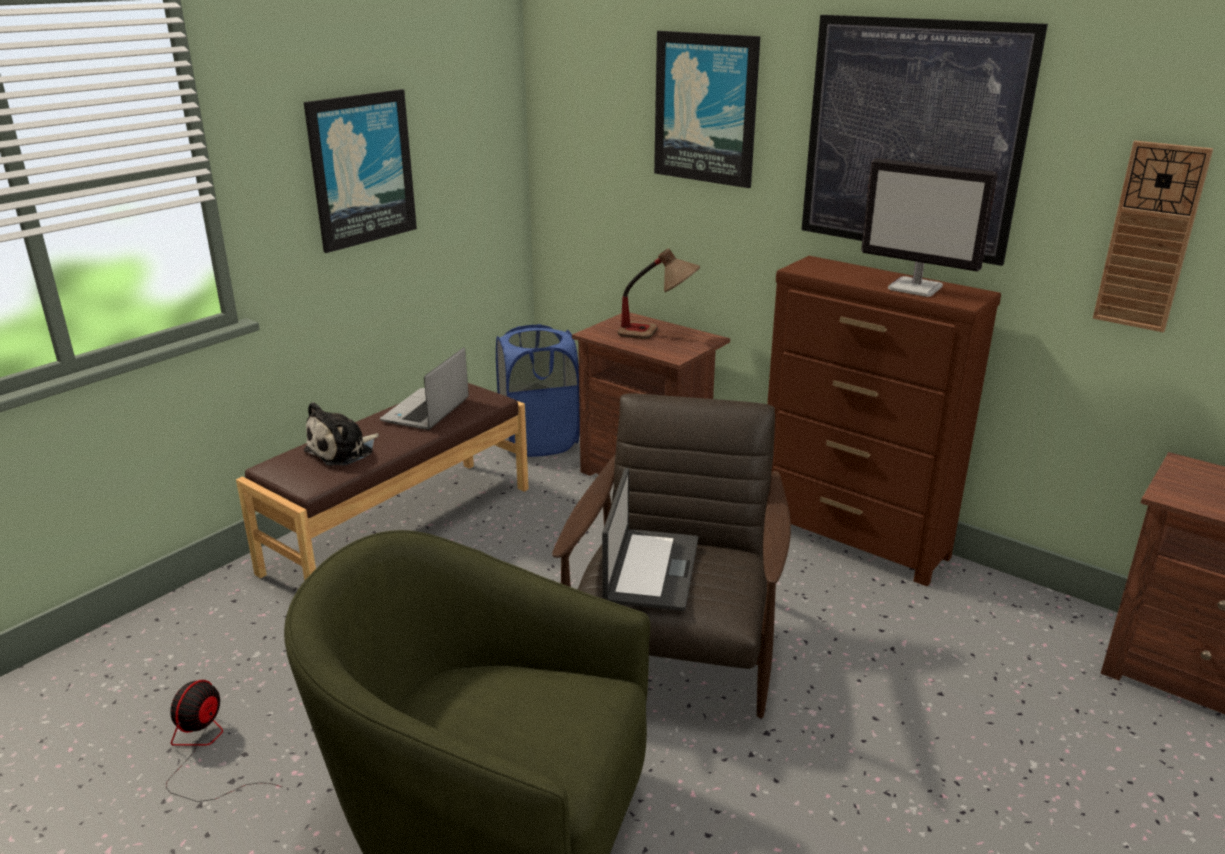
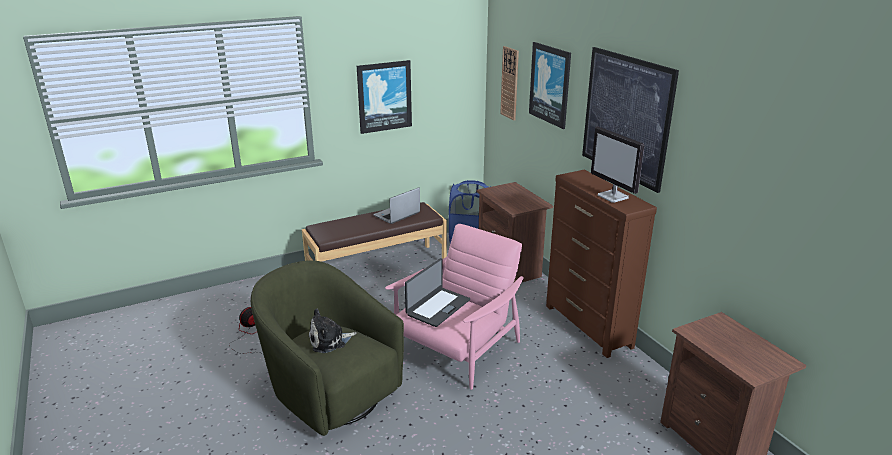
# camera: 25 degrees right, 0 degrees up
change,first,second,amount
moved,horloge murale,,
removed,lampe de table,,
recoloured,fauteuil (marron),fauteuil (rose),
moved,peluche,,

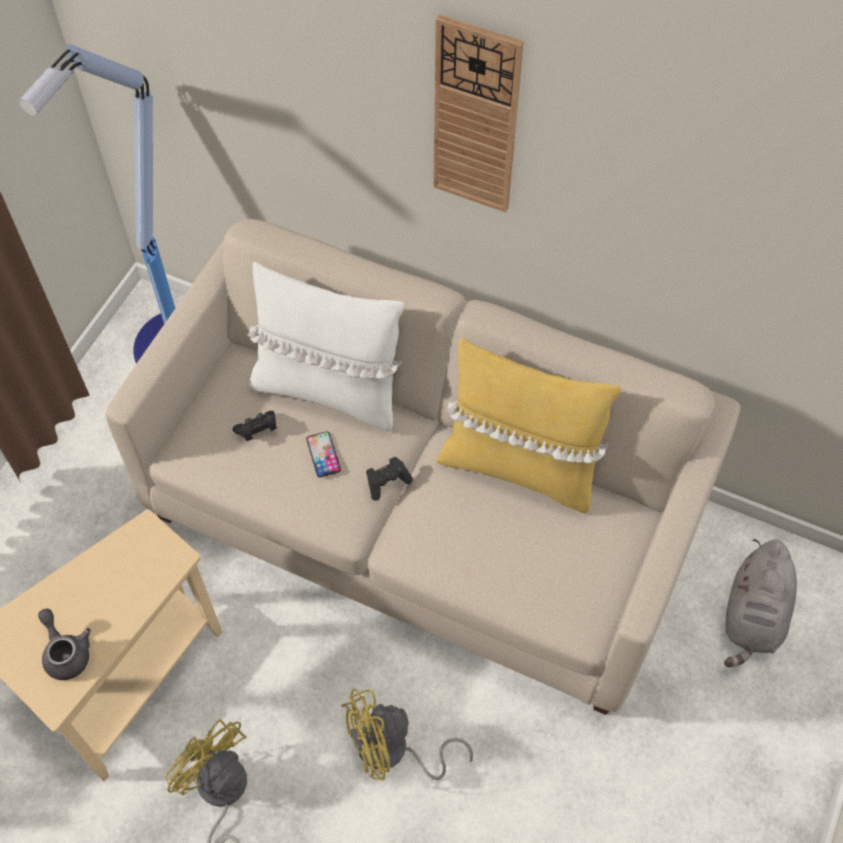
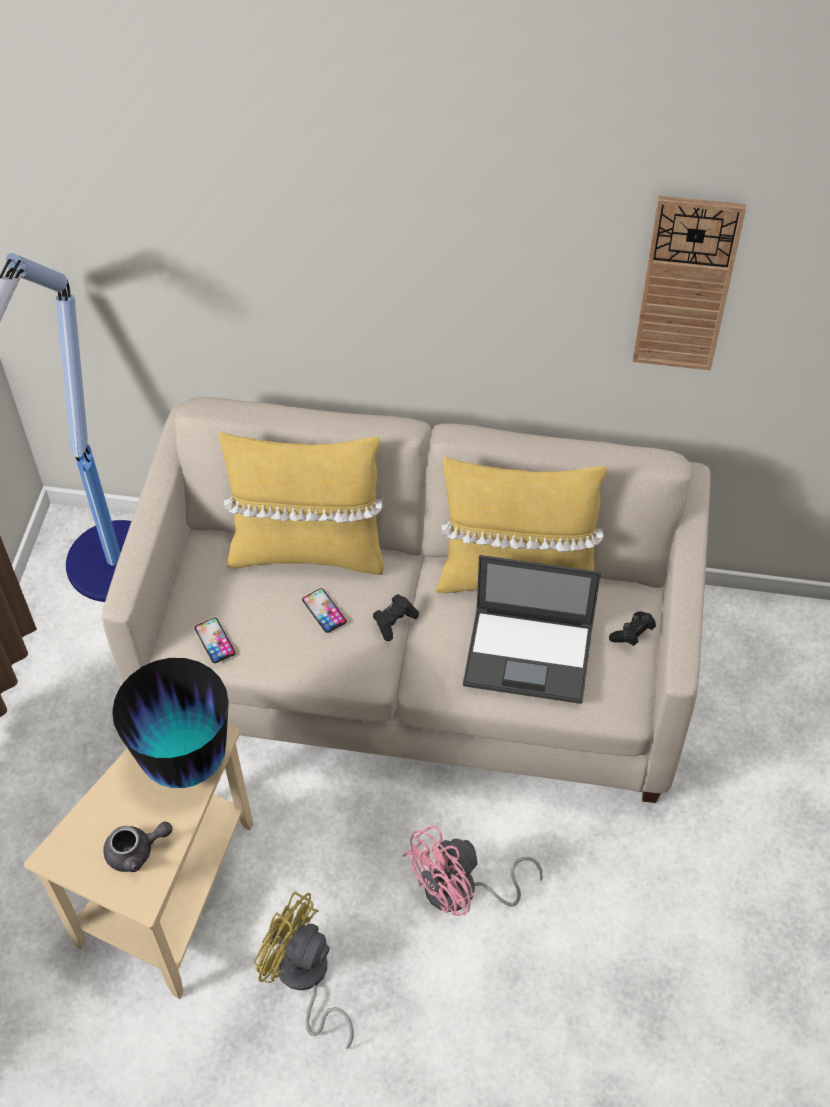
# camera: 15 degrees left, 5 degrees down
change,first,second,amount
moved,horloge murale,,
recoloured,coussin (blanc),coussin (jaune) (1st from left),
moved,manette (noir) (1st from left in the first image),manette (noir) (2nd from left),
removed,peluche (gris),,
turned,théière (gris),,120 degrees clockwise
recoloured,ventilateur (jaune) (2nd from left),ventilateur (rose),
added,,ordinateur portable,
added,,téléphone (1st from left),
added,,vase,

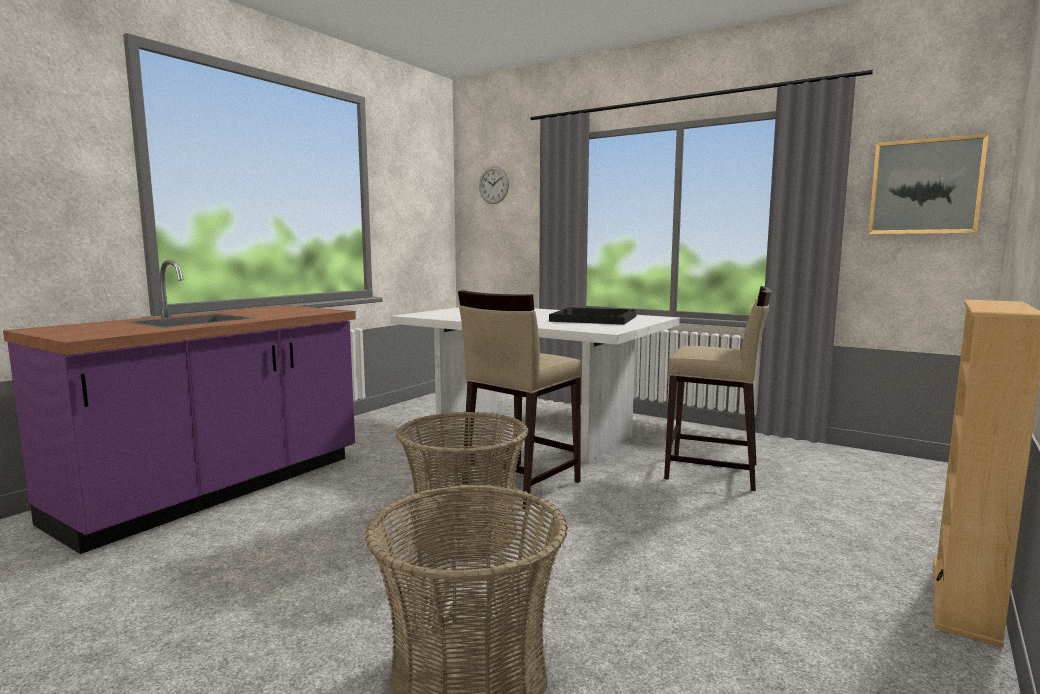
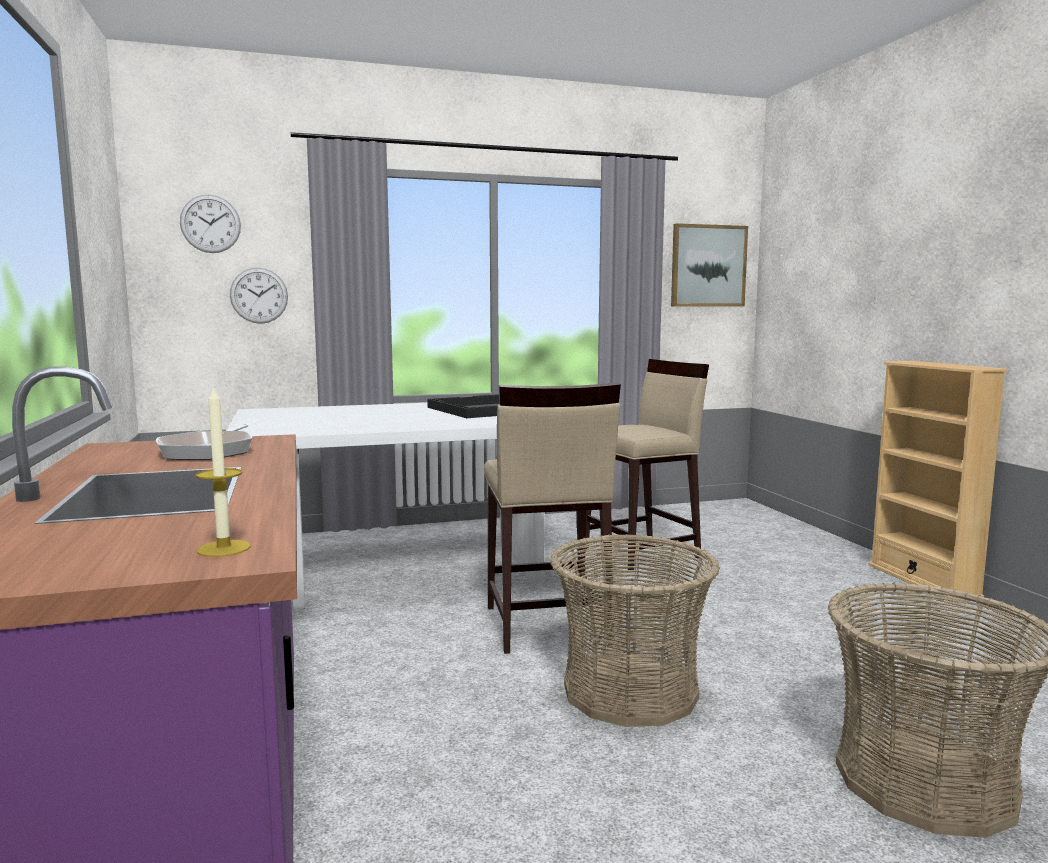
# camera: 50 degrees left, 0 degrees up
change,first,second,amount
added,,horloge murale (2nd from left),
added,,bougie,
added,,poêle,

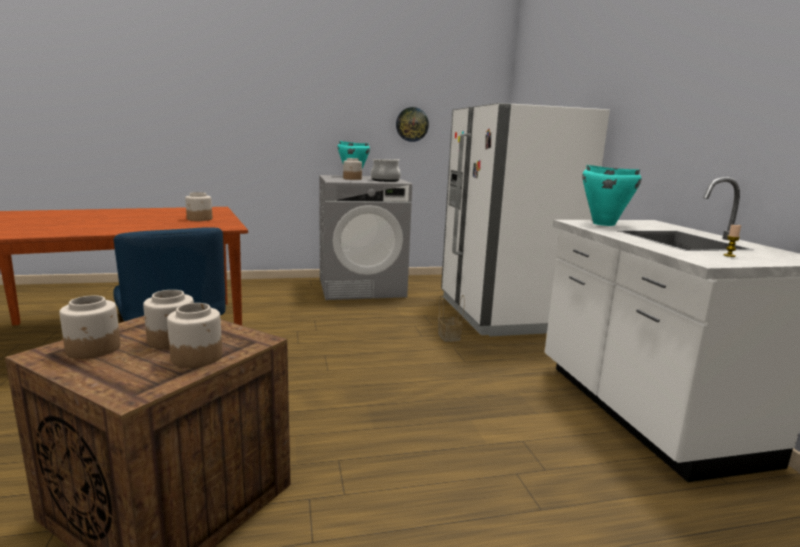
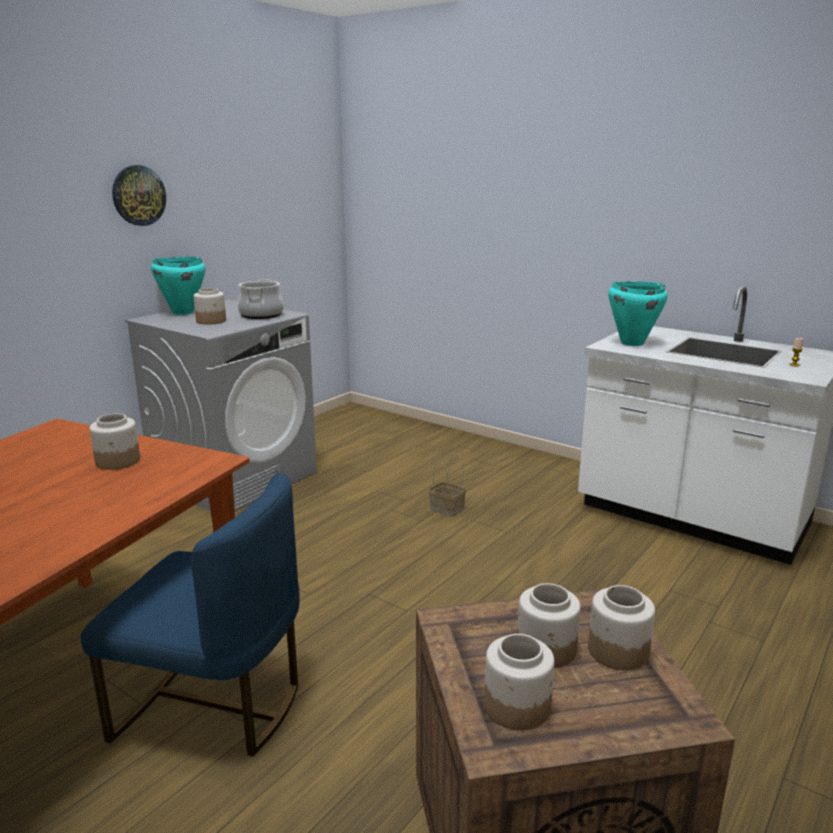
# camera: 40 degrees left, 5 degrees up
change,first,second,amount
removed,réfrigérateur (blanc),,
moved,horloge murale,,

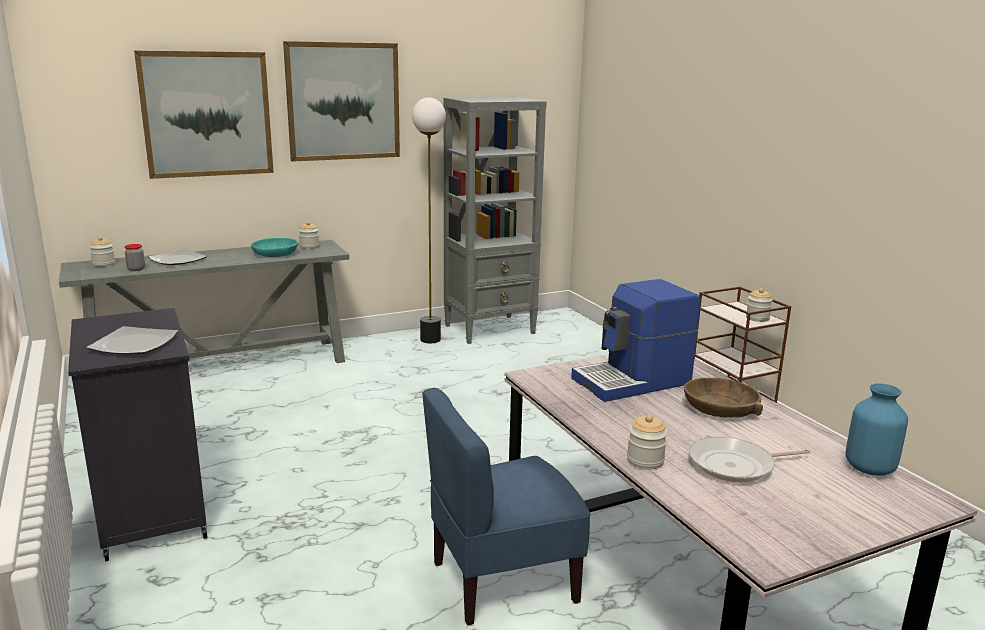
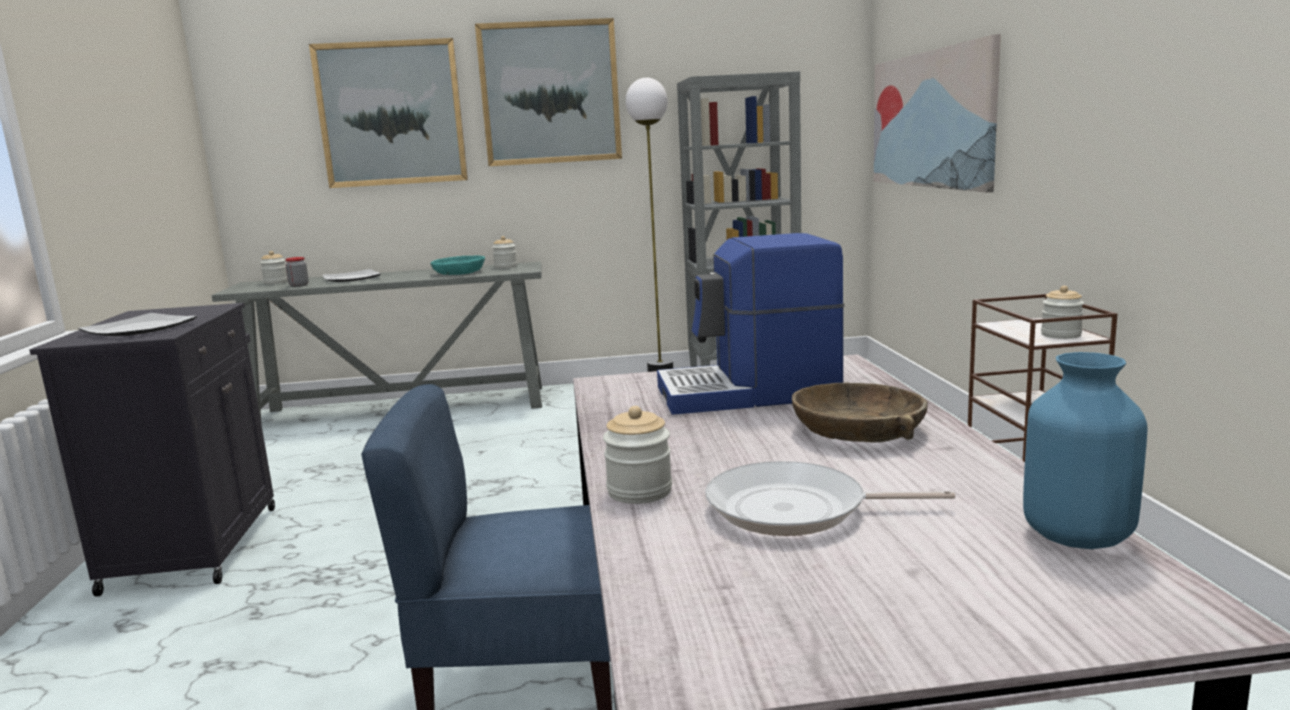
# camera: 20 degrees right, 5 degrees down
change,first,second,amount
added,,tableau (3rd from left),

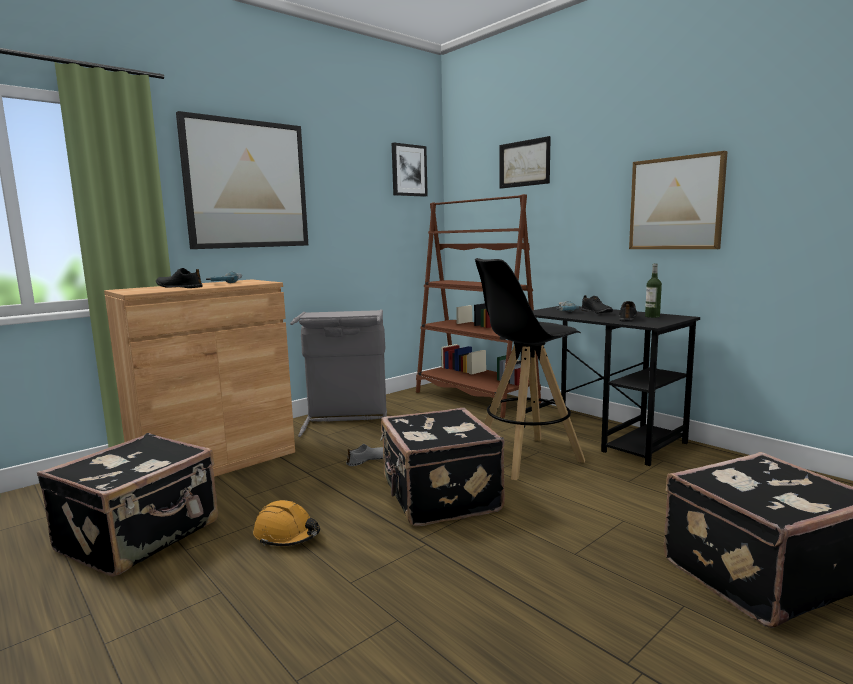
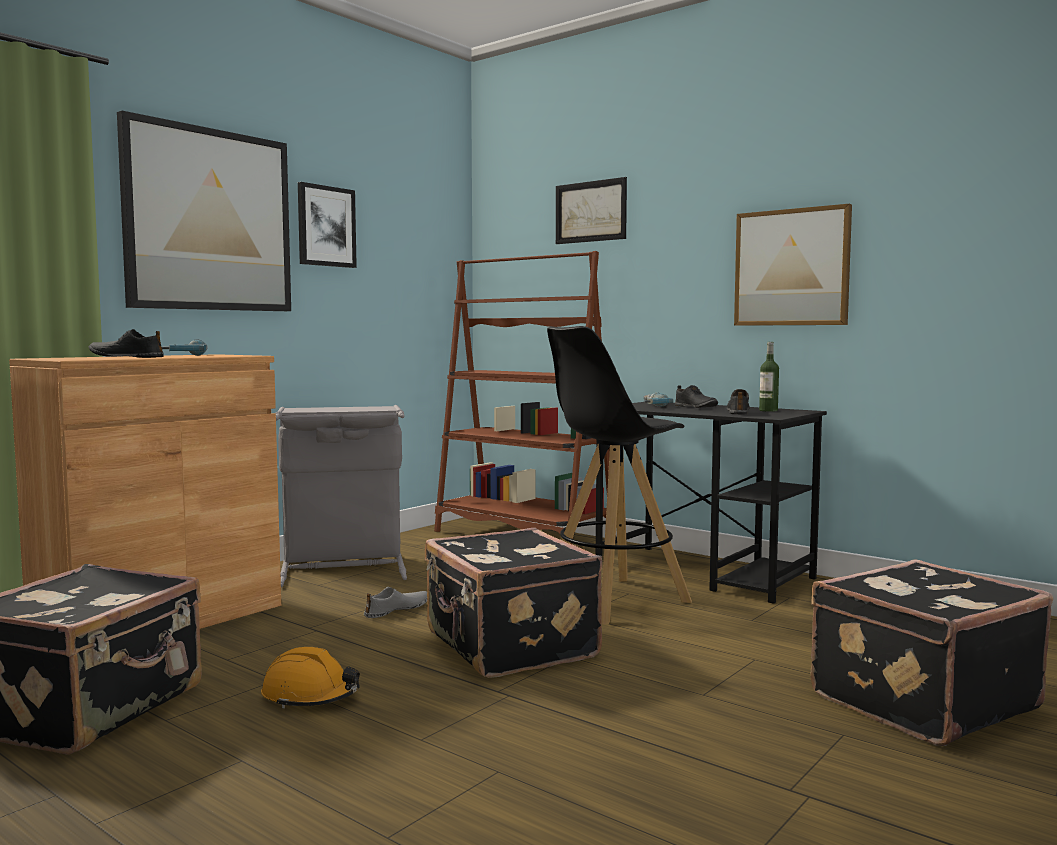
# camera: 10 degrees left, 5 degrees down
change,first,second,amount
moved,tableau (2nd from left),,

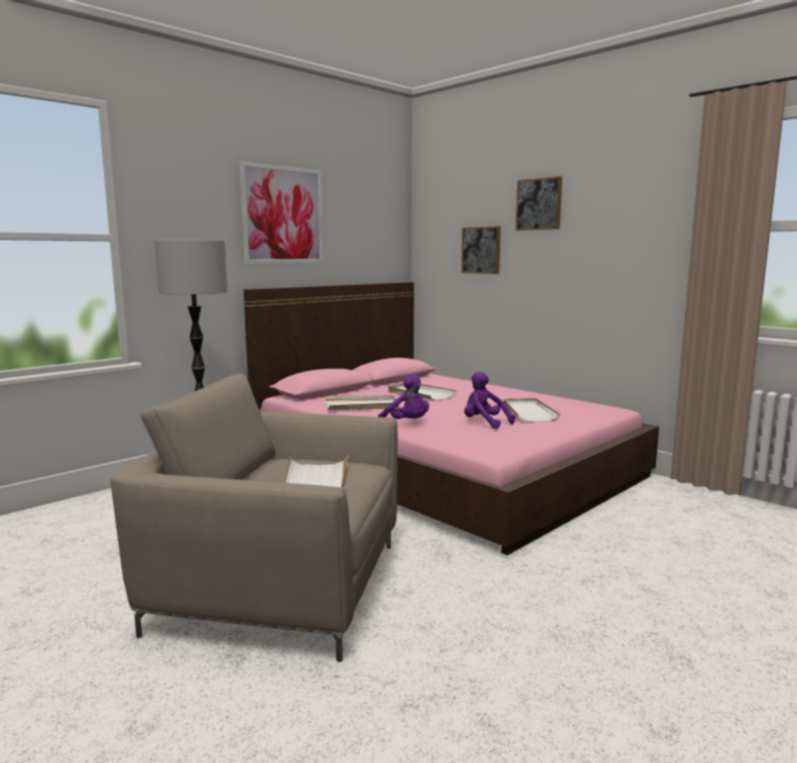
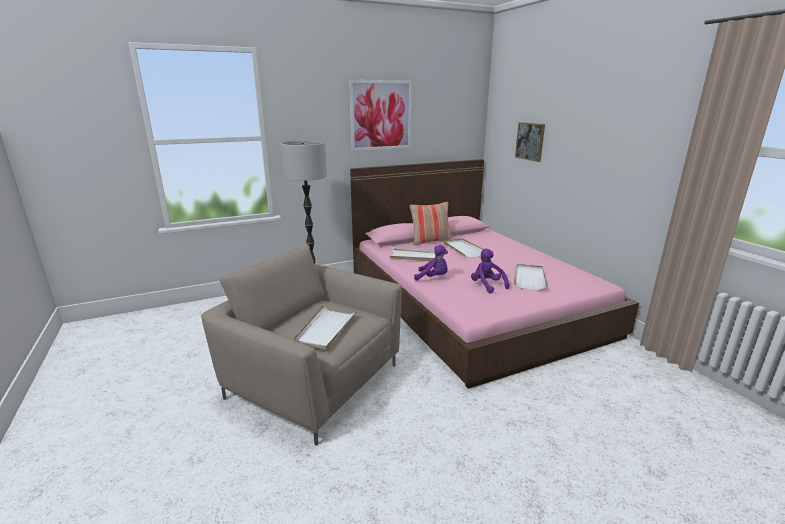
# camera: 20 degrees right, 10 degrees up
change,first,second,amount
removed,tableau (3rd from left),,
turned,peluche (violet) (1st from left),,45 degrees counterclockwise
added,,coussin,

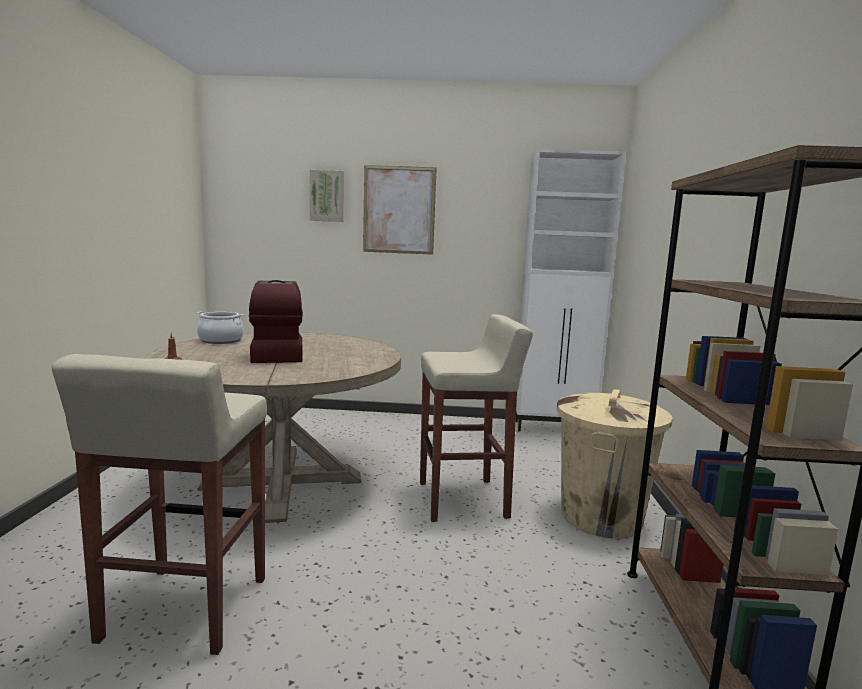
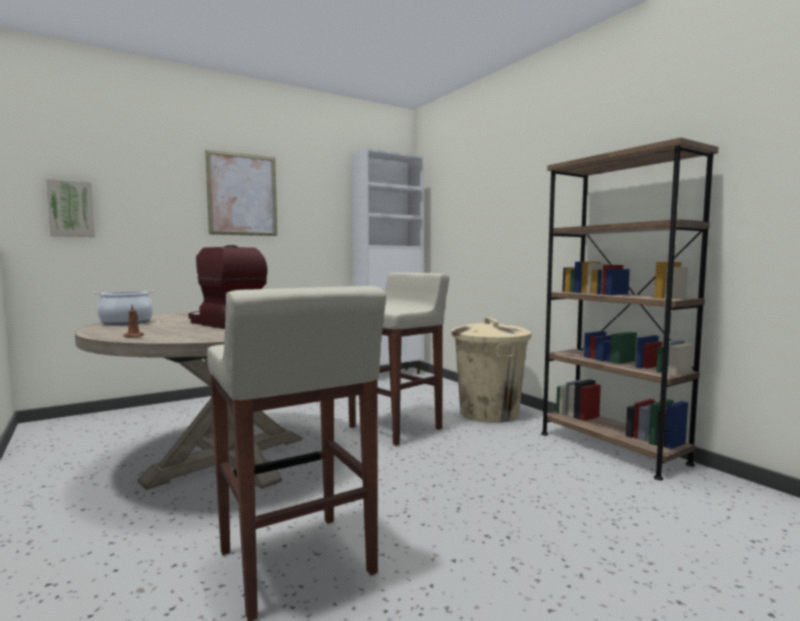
# camera: 35 degrees left, 5 degrees down
change,first,second,amount
moved,tableau (1st from left),,

